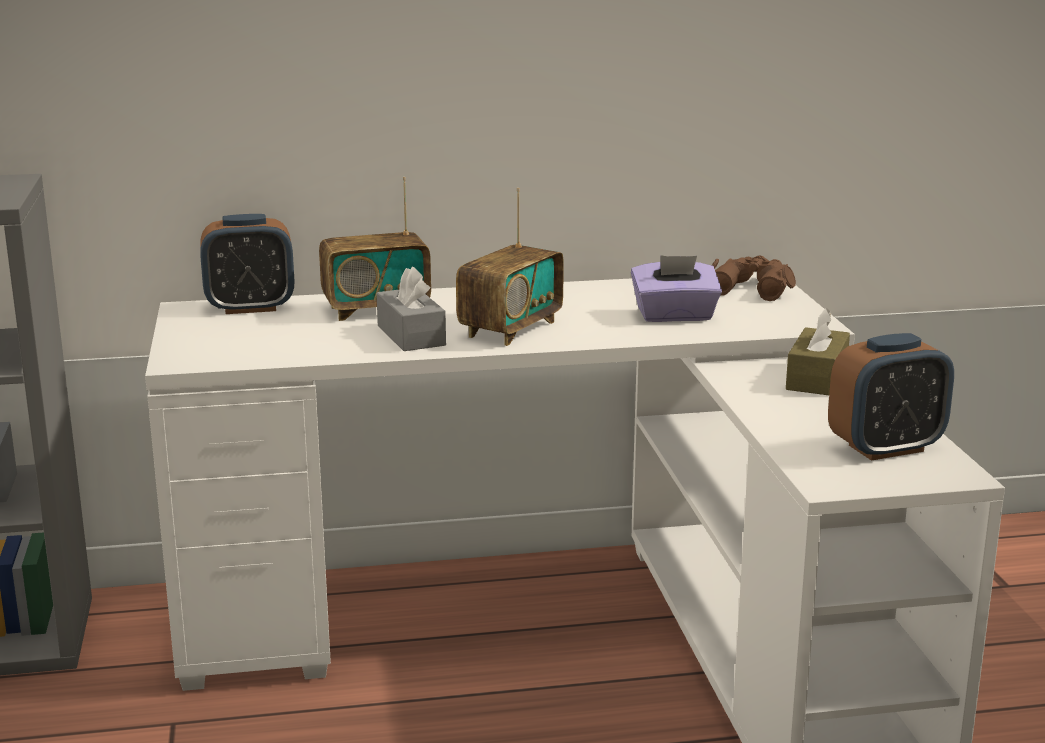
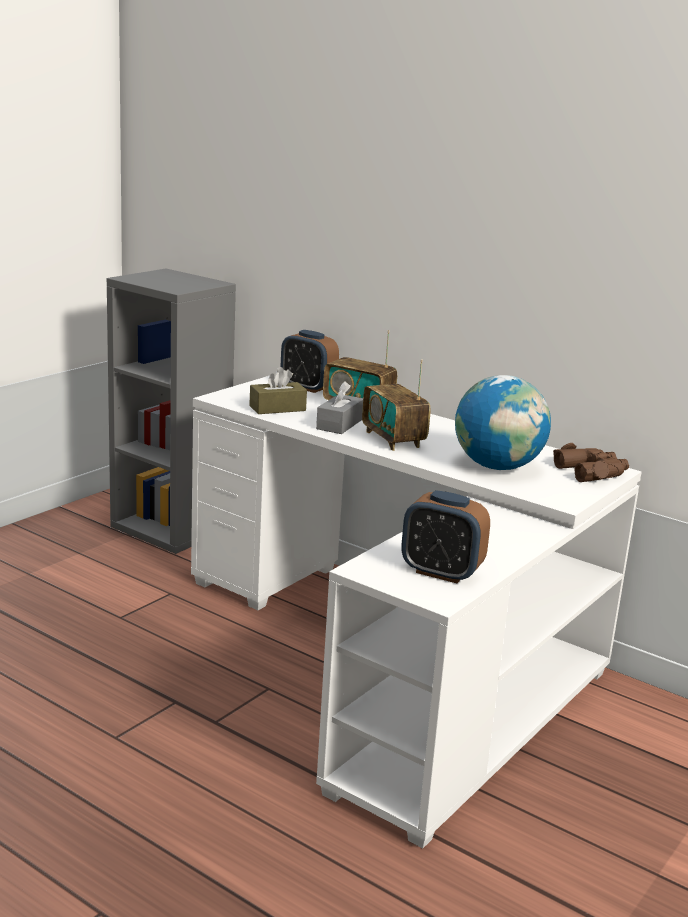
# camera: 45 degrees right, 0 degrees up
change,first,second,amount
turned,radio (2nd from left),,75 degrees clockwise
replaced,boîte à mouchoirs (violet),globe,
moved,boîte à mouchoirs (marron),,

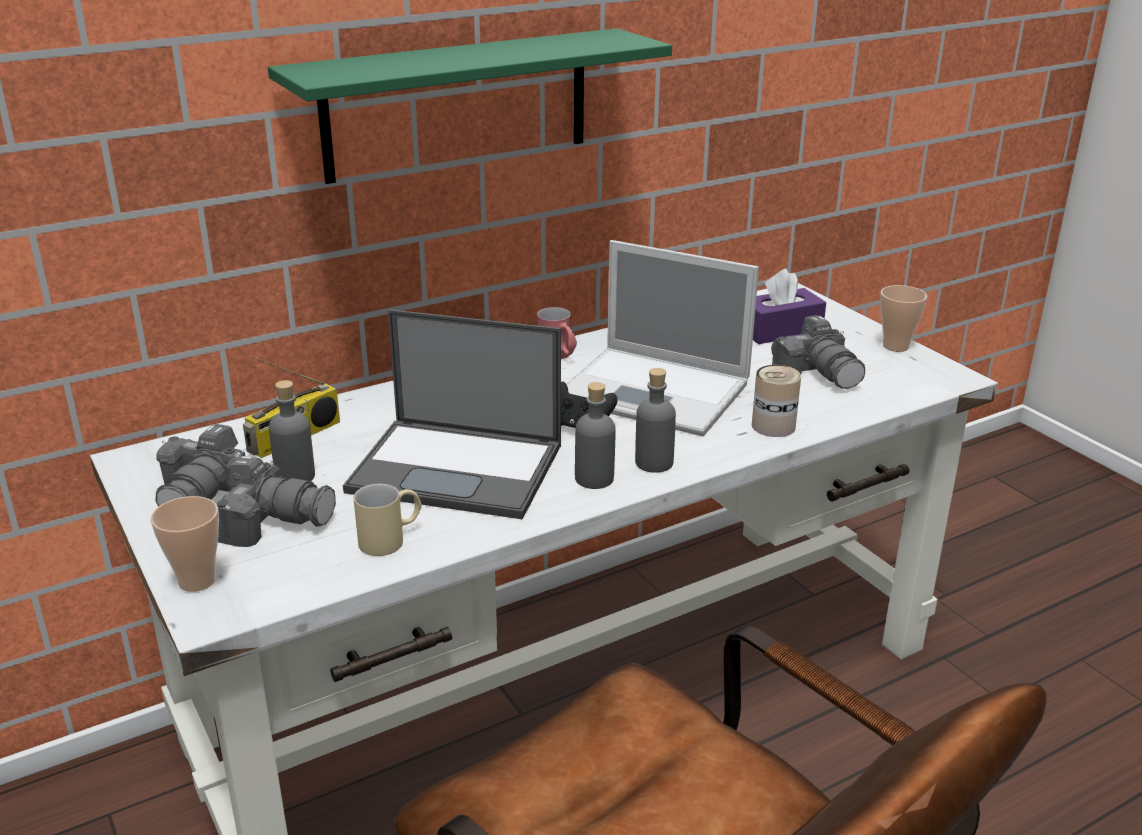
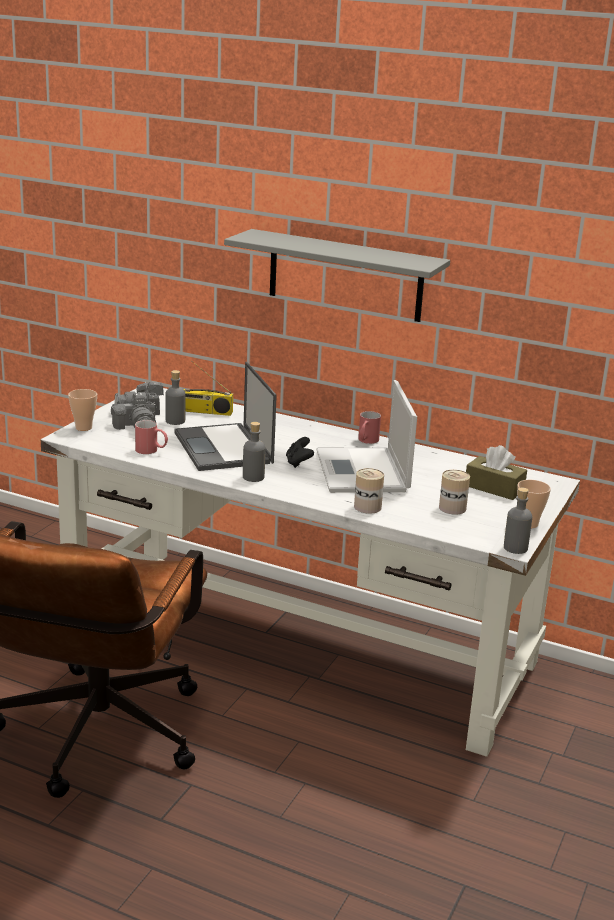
# camera: 55 degrees right, 5 degrees down
change,first,second,amount
recoloured,étagère (vert),étagère (gris),
recoloured,boîte à mouchoirs (violet),boîte à mouchoirs (marron),
replaced,appareil photo (3rd from left),boîte métallique (2nd from left),
moved,bouteille (gris) (3rd from left),,
recoloured,mug (beige),mug (rouge) (1st from left),

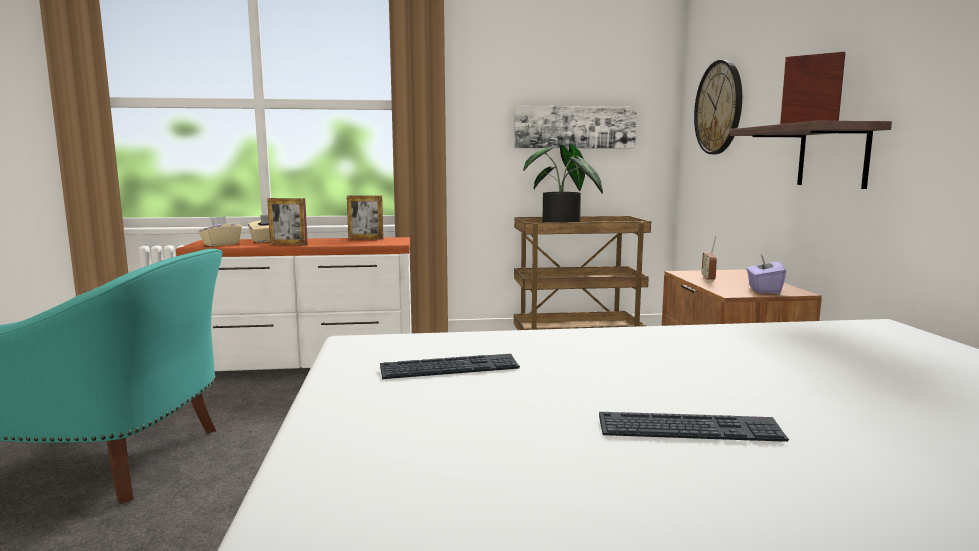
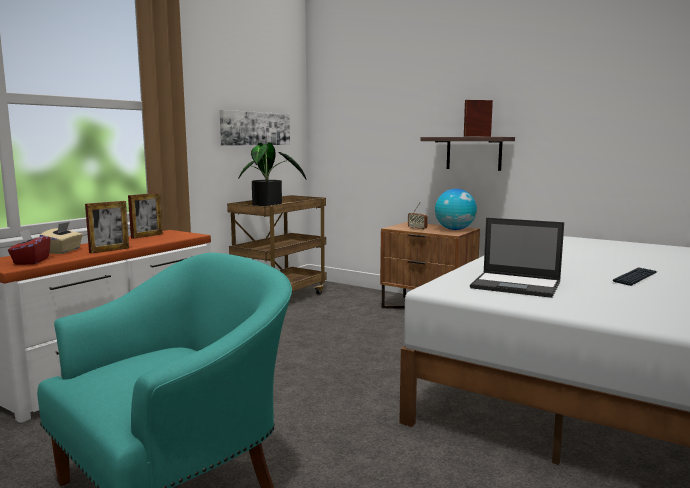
# camera: 50 degrees left, 0 degrees up
change,first,second,amount
removed,horloge murale,,
recoloured,boîte à mouchoirs (beige) (1st from left),boîte à mouchoirs (rouge),
replaced,boîte à mouchoirs (violet),globe,
replaced,clavier (1st from left),ordinateur portable,

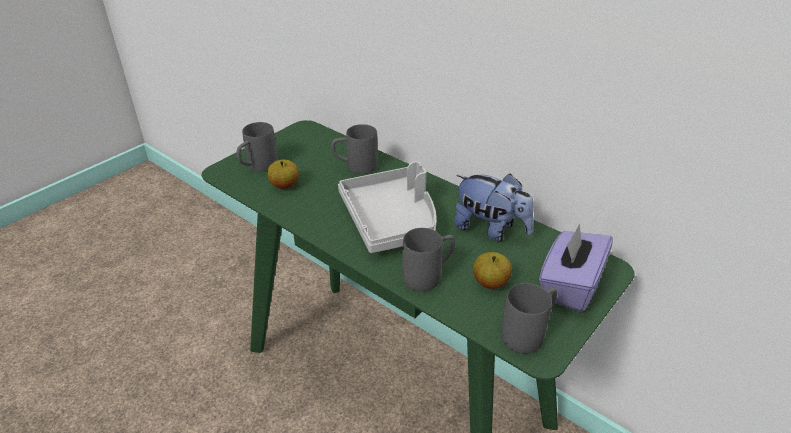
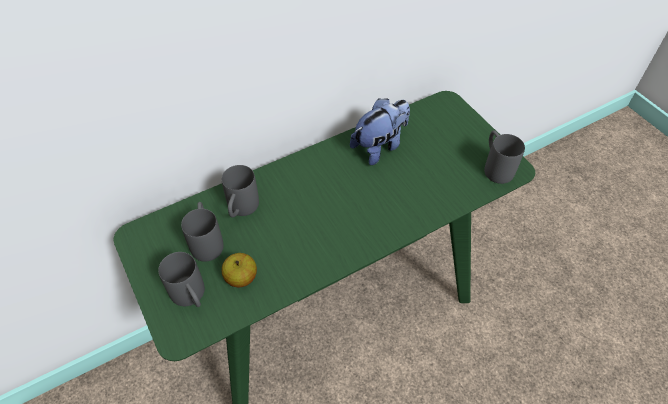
# camera: 70 degrees left, 15 degrees up
change,first,second,amount
removed,plateau (gris),,
removed,boîte à mouchoirs (violet),,
moved,mug (gris) (3rd from left in the first image),mug (gris) (2nd from left),
removed,pomme (2nd from left),,

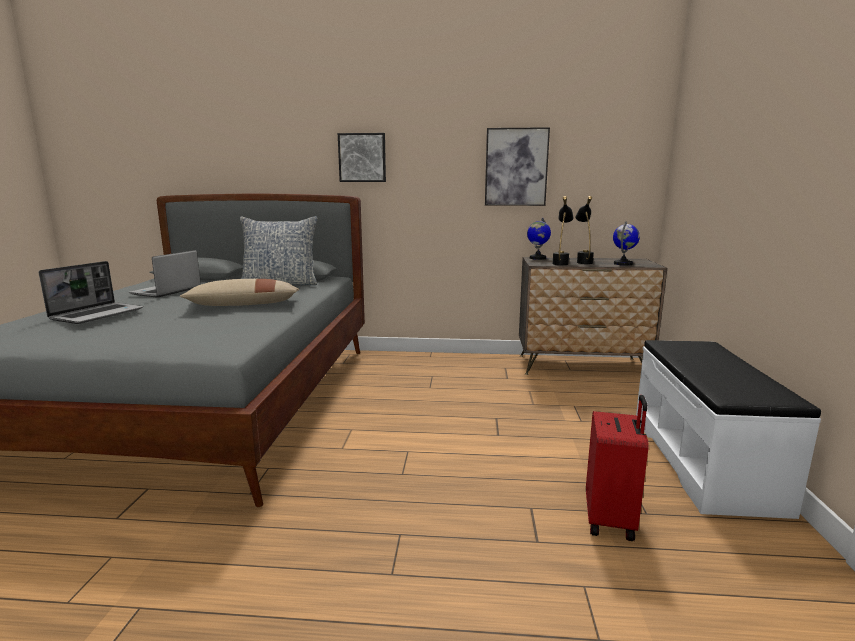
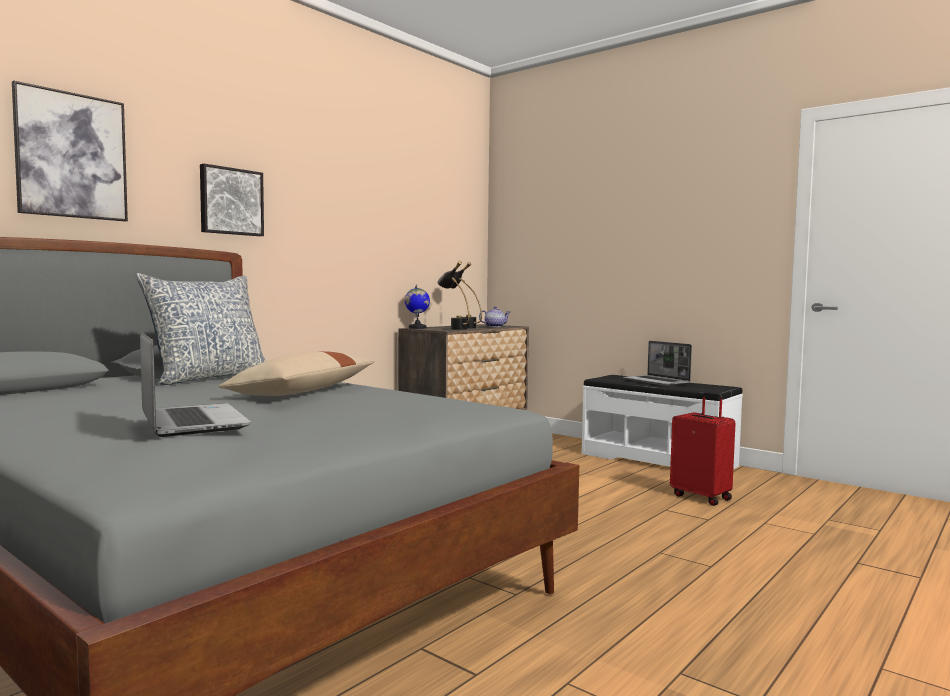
# camera: 55 degrees left, 10 degrees down
change,first,second,amount
moved,tableau (2nd from left in the first image),tableau (1st from left),
replaced,globe (2nd from left),théière,
moved,ordinateur portable (2nd from left),,

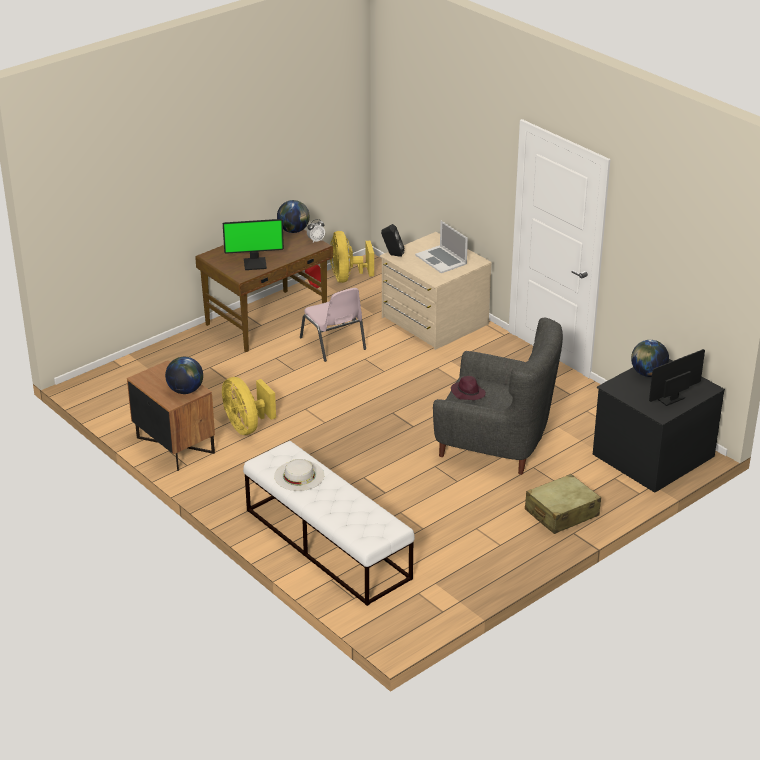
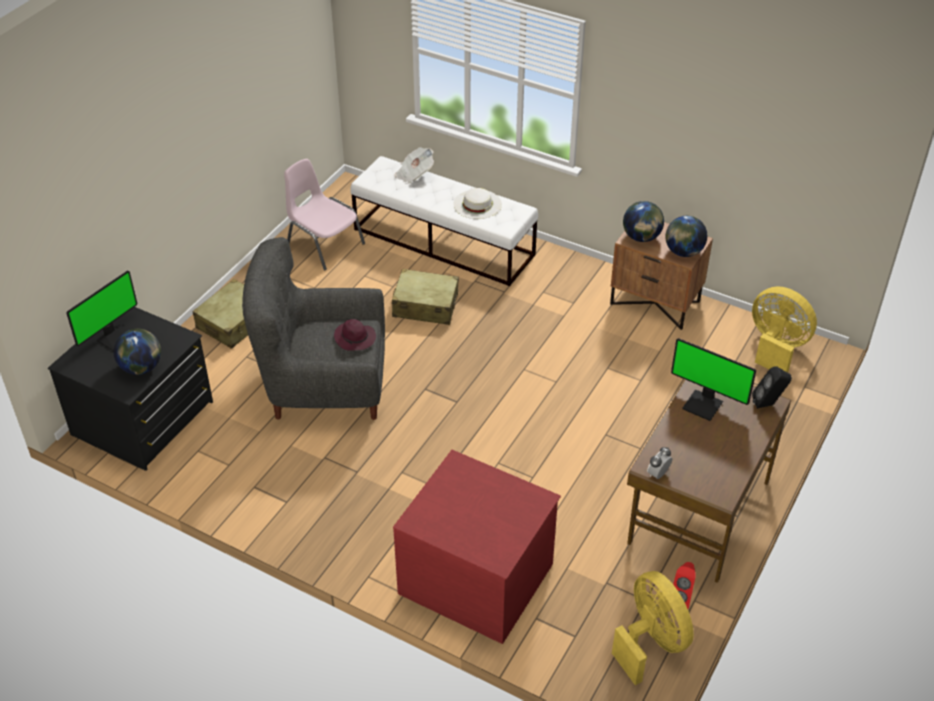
# camera: 160 degrees right, 10 degrees up
change,first,second,amount
moved,globe (2nd from left in the first image),globe (3rd from left),
turned,écran d'ordinateur (1st from left in the first image),écran d'ordinateur (2nd from left),120 degrees counterclockwise
removed,ordinateur portable,,
moved,enceinte (noir),,
recoloured,commode (beige),commode (rouge),
moved,chaise (rose),,
moved,ventilateur (jaune) (1st from left in the first image),ventilateur (jaune) (2nd from left),
added,,journal,
added,,valise (beige) (2nd from left),

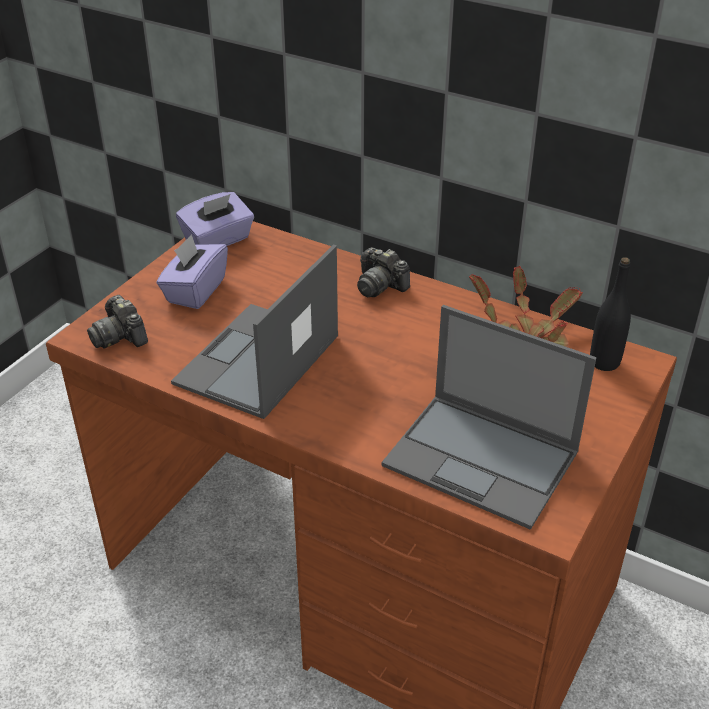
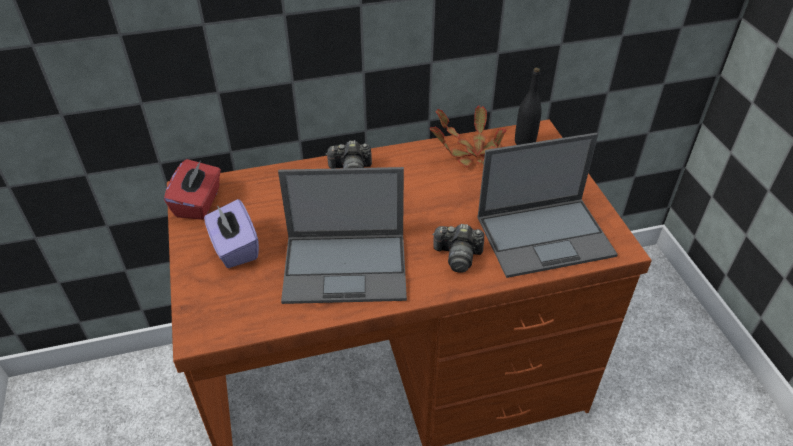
# camera: 45 degrees left, 5 degrees up
change,first,second,amount
recoloured,boîte à mouchoirs (violet) (2nd from left),boîte à mouchoirs (rouge),
turned,ordinateur portable (1st from left),,75 degrees counterclockwise
moved,appareil photo (1st from left in the first image),appareil photo (2nd from left),

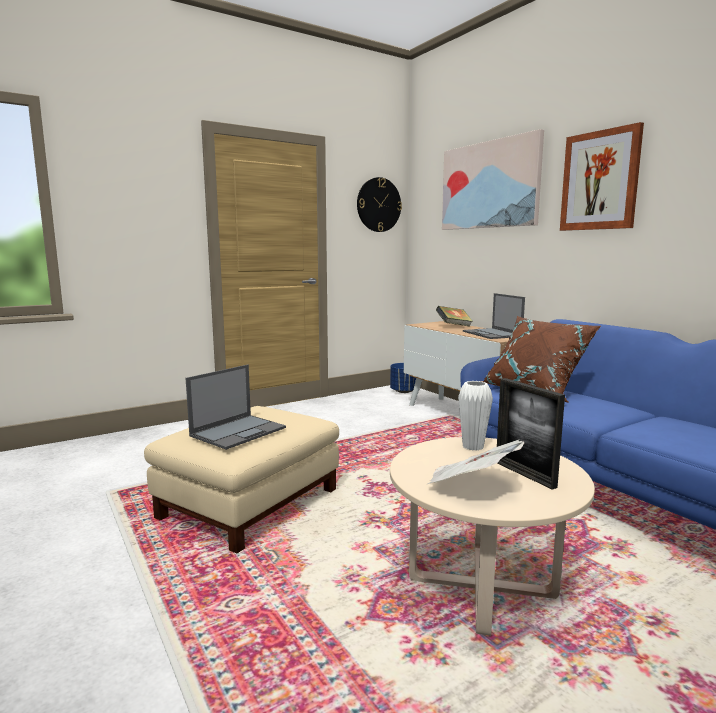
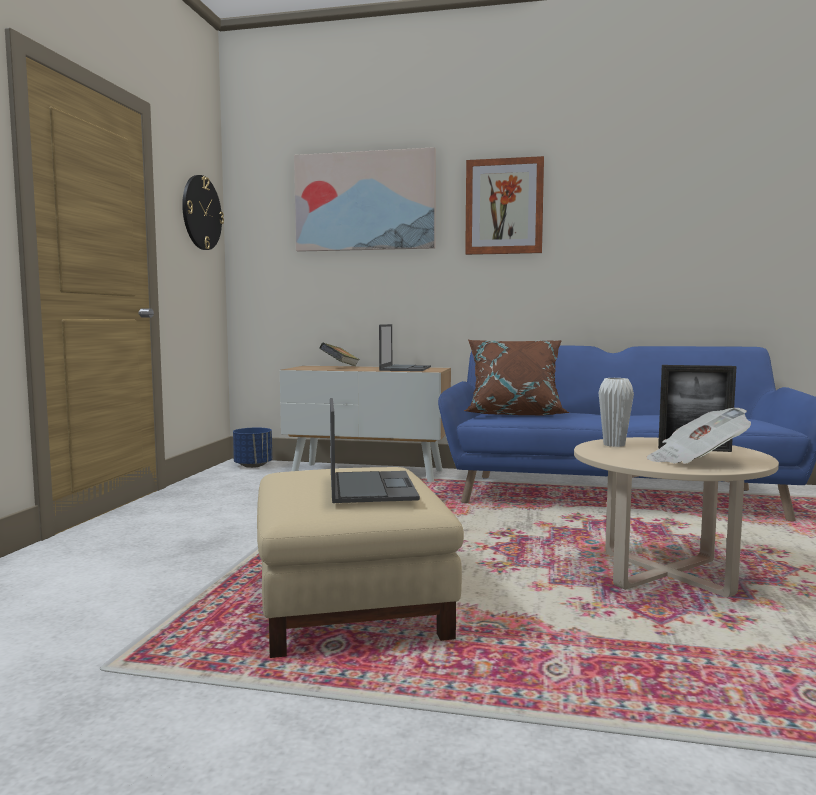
# camera: 45 degrees left, 5 degrees down
change,first,second,amount
turned,ordinateur portable (2nd from left),,105 degrees counterclockwise

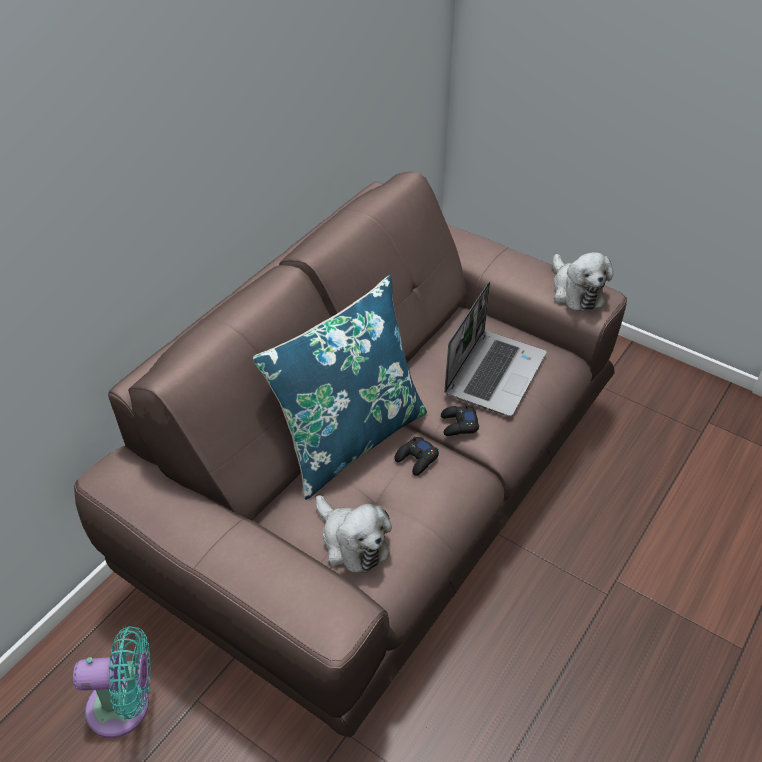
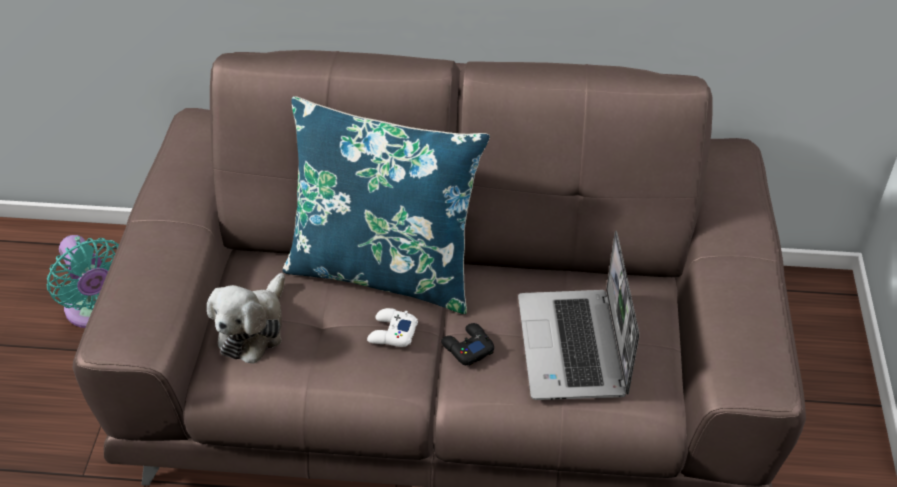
# camera: 60 degrees right, 0 degrees up
change,first,second,amount
removed,peluche (2nd from left),,
turned,ordinateur portable,,90 degrees clockwise
recoloured,manette (noir) (1st from left),manette (blanc),

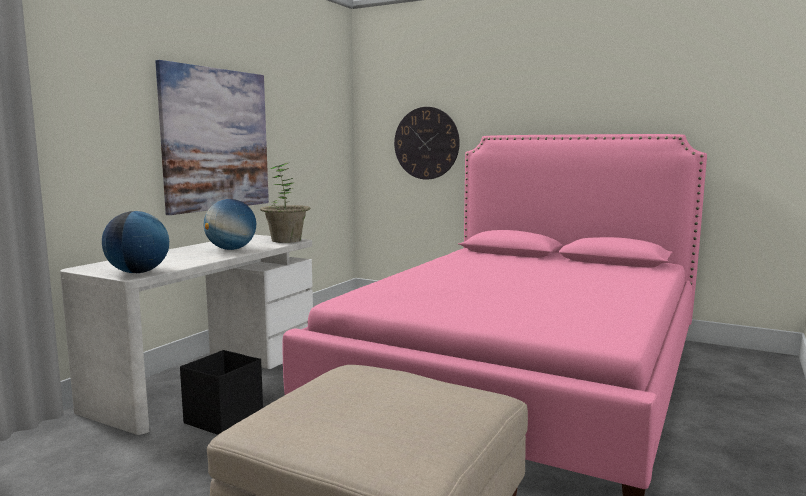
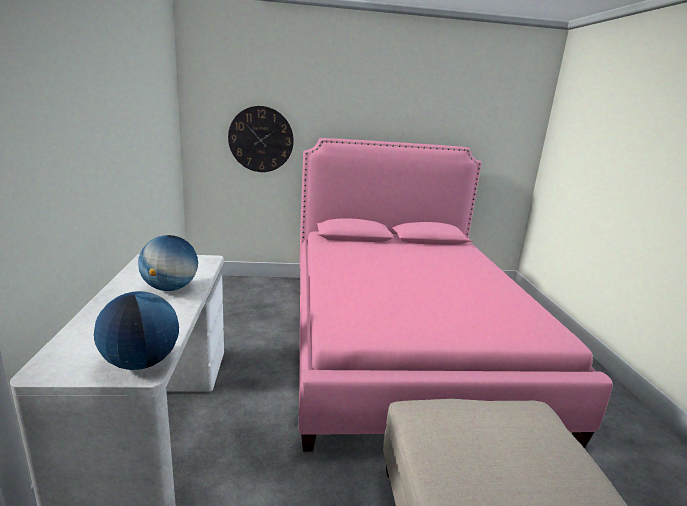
# camera: 35 degrees left, 10 degrees up
change,first,second,amount
removed,tableau,,
removed,plante en pot,,
removed,boîte de rangement (noir),,

